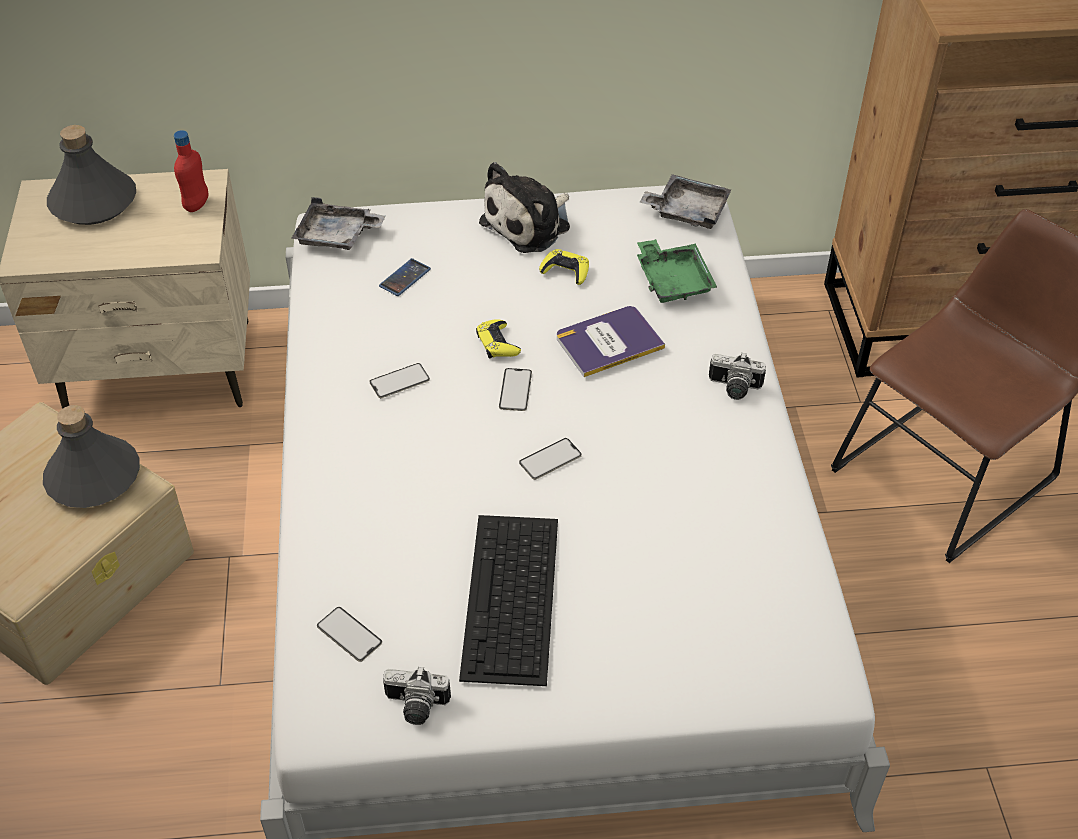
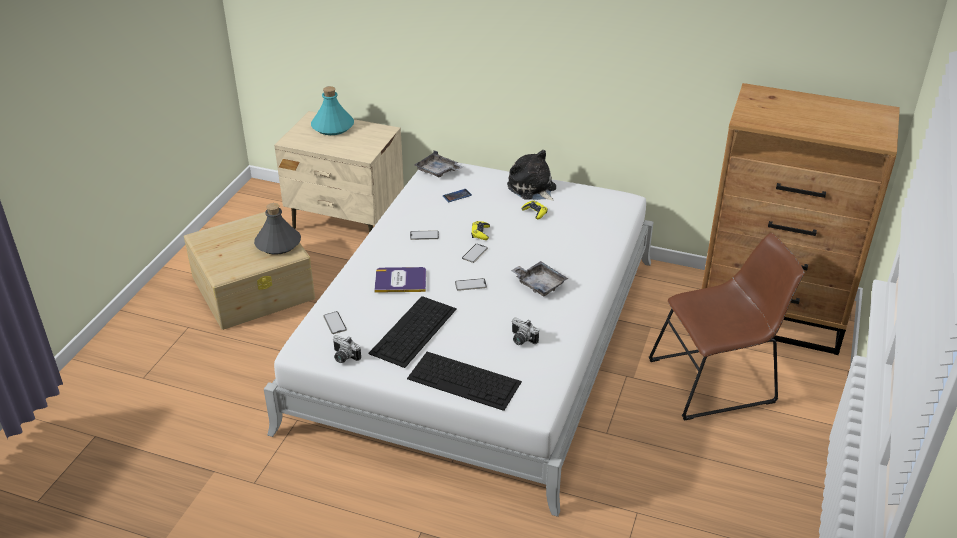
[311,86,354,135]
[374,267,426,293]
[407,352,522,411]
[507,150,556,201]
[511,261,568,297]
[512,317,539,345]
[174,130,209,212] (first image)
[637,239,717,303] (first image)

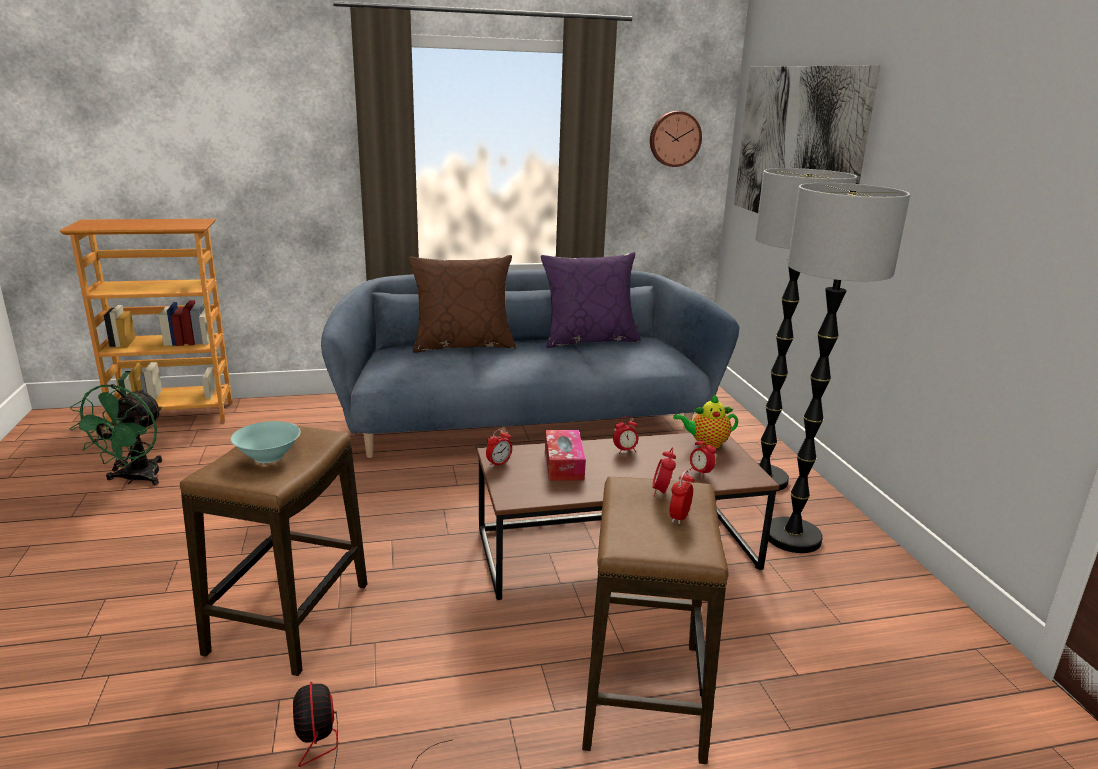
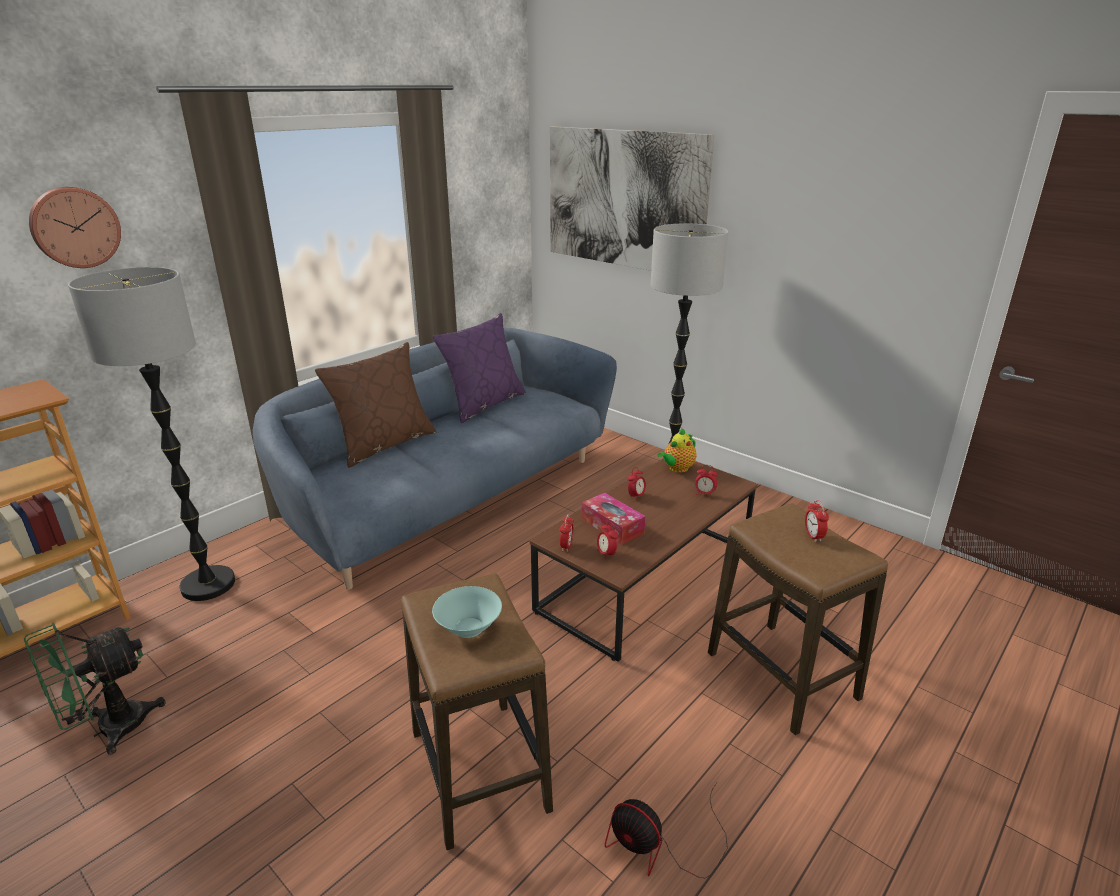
[24,623,166,754]
[29,187,121,268]
[68,267,235,601]
[597,522,618,560]

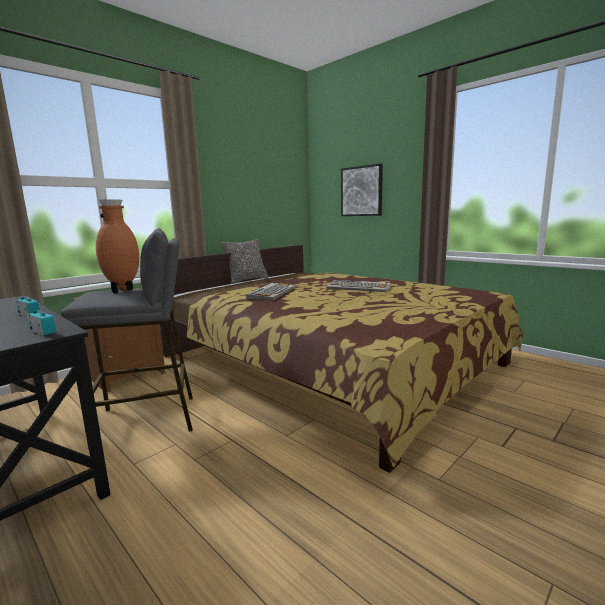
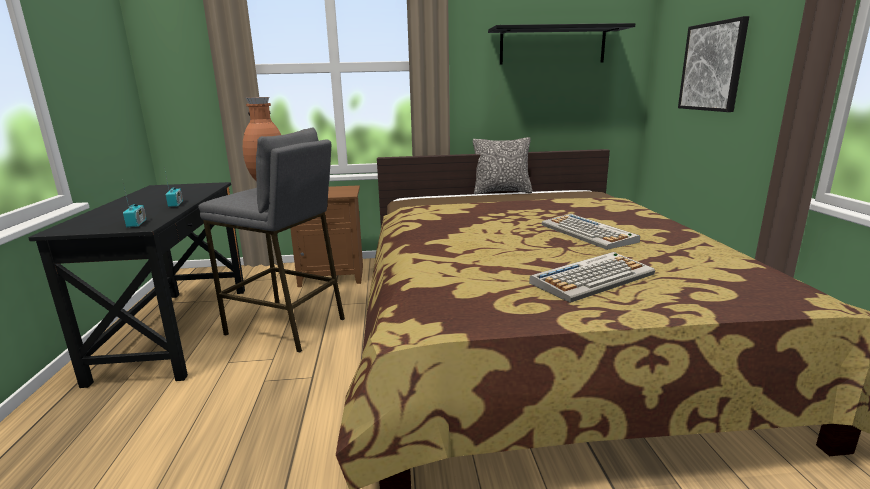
[488,23,636,65]
[529,252,655,303]

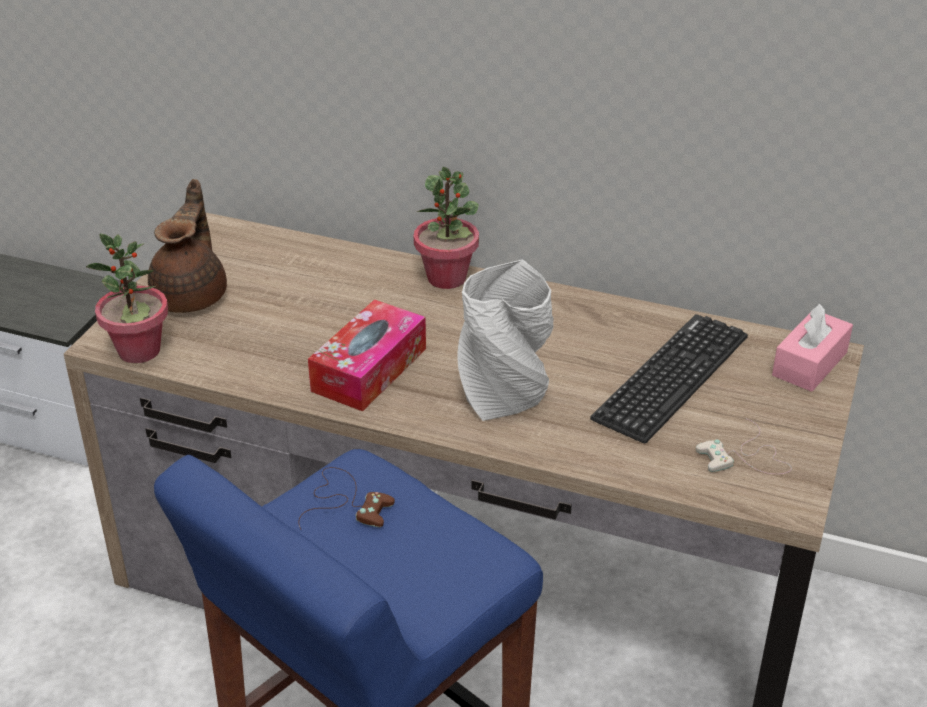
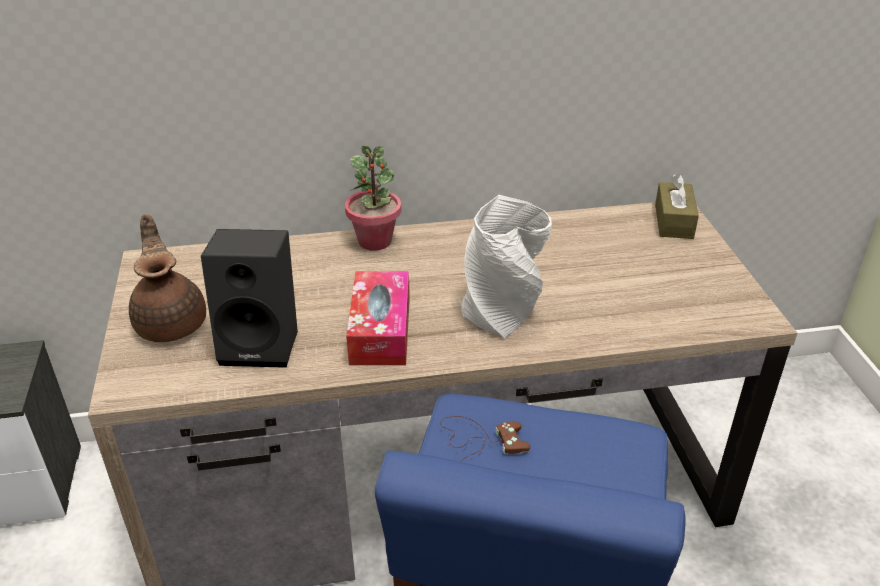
[201,229,298,368]
[655,174,699,239]
[86,233,168,363] (first image)
[590,314,748,443] (first image)
[696,419,792,474] (first image)

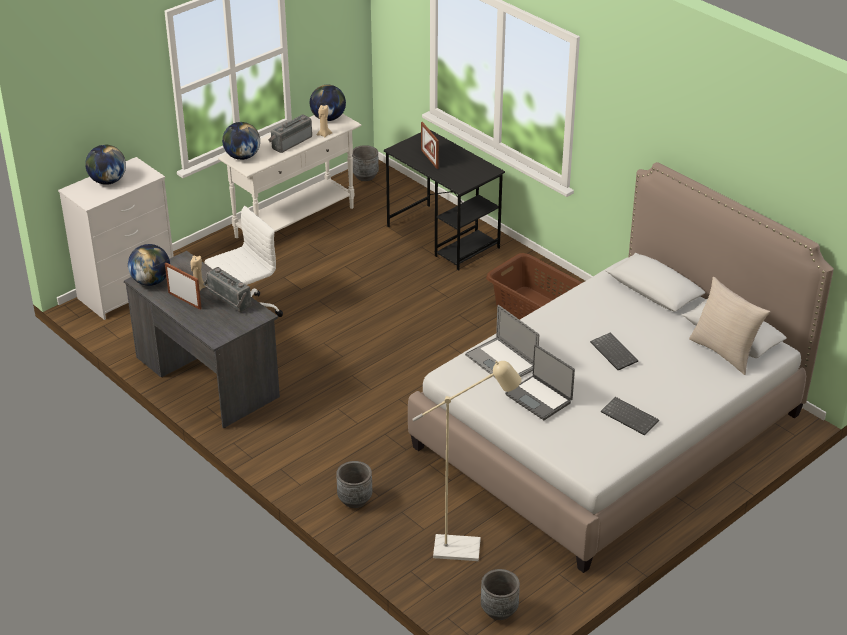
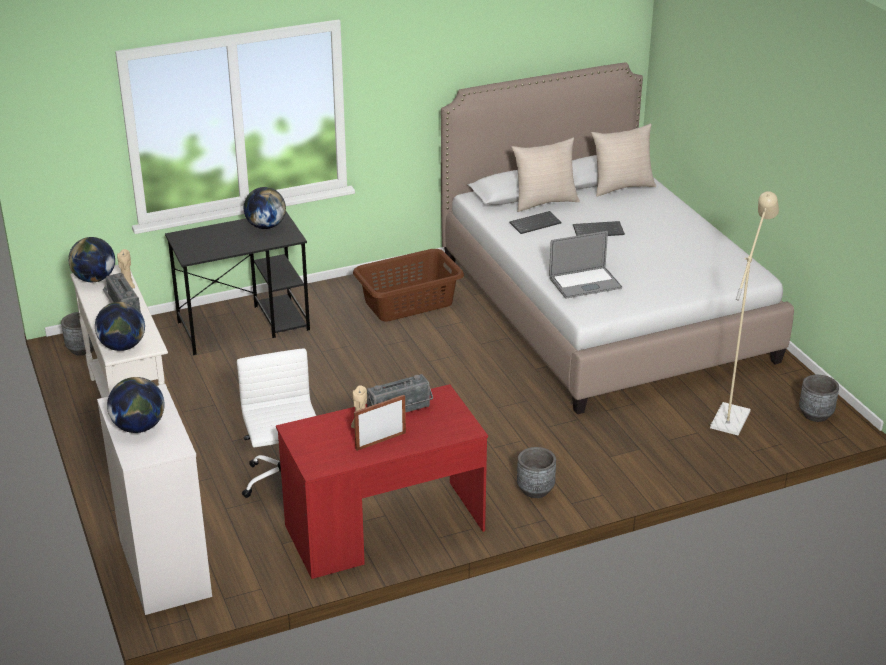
[244,187,286,229]
[276,384,488,579]
[509,211,562,234]
[511,137,580,212]
[517,447,556,498]
[421,122,439,169] (first image)
[505,344,575,420] (first image)

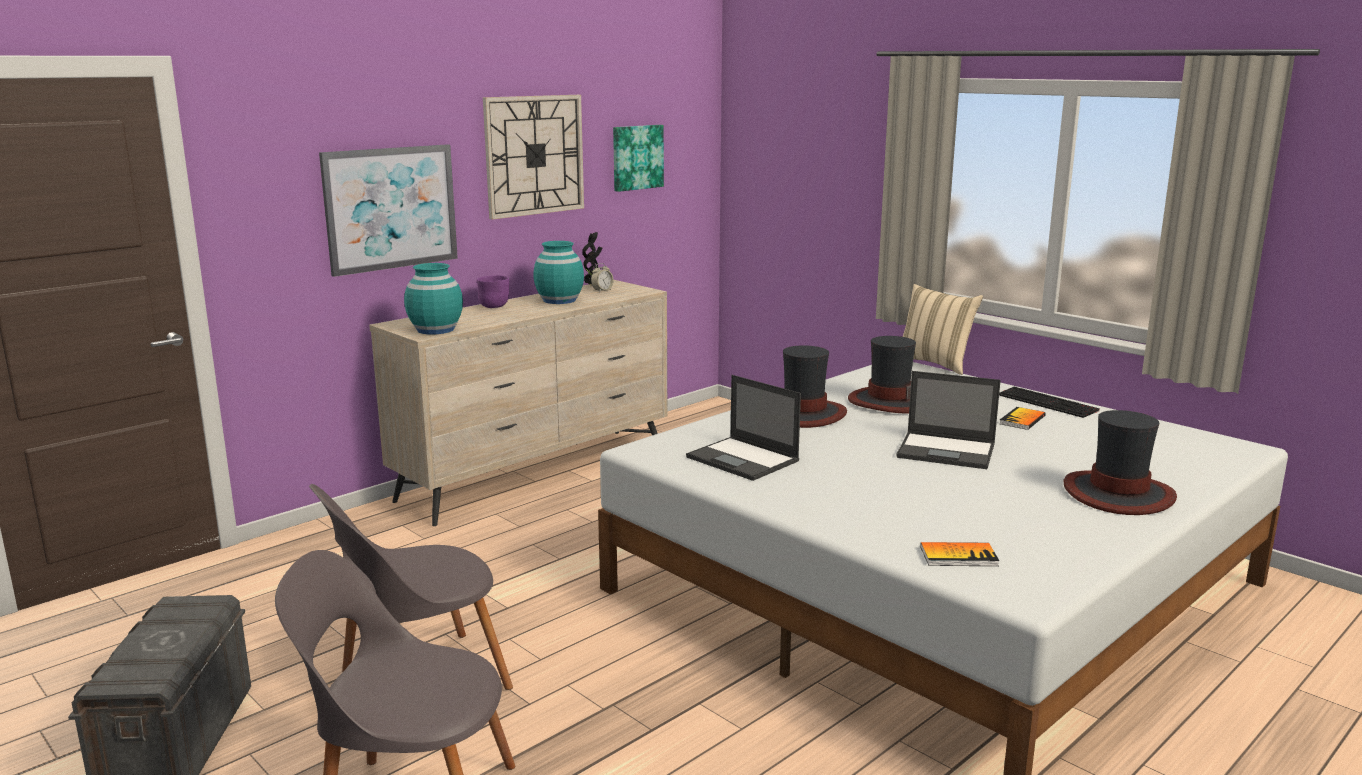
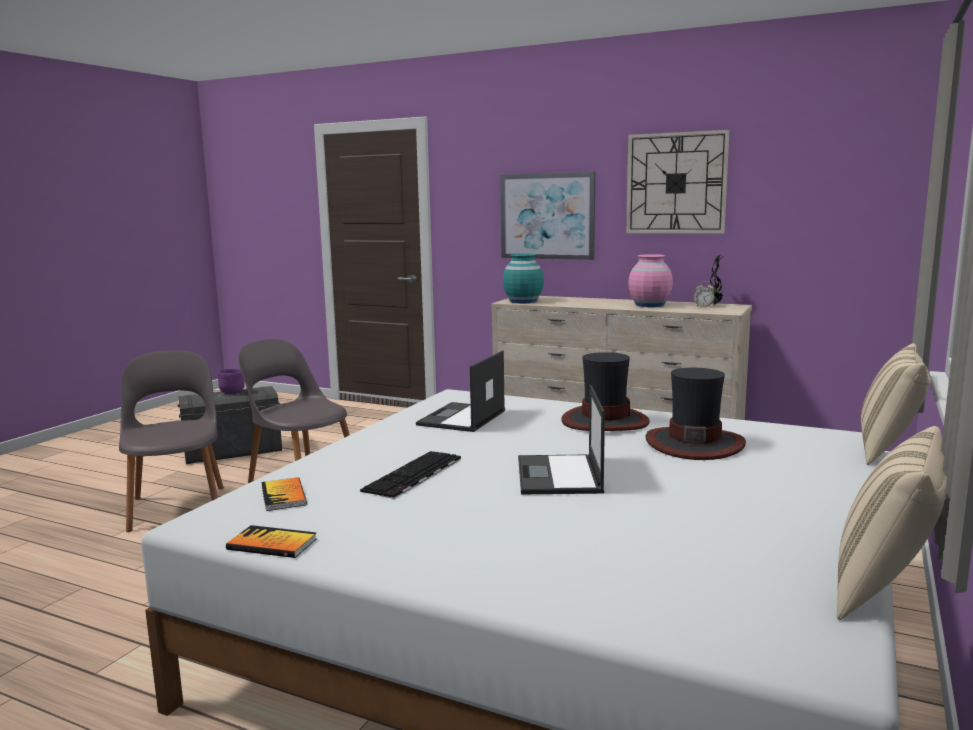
[217,368,245,394]
[226,525,317,558]
[360,451,461,499]
[628,254,673,307]
[837,426,947,620]
[613,125,664,192] (first image)
[1064,410,1177,515] (first image)

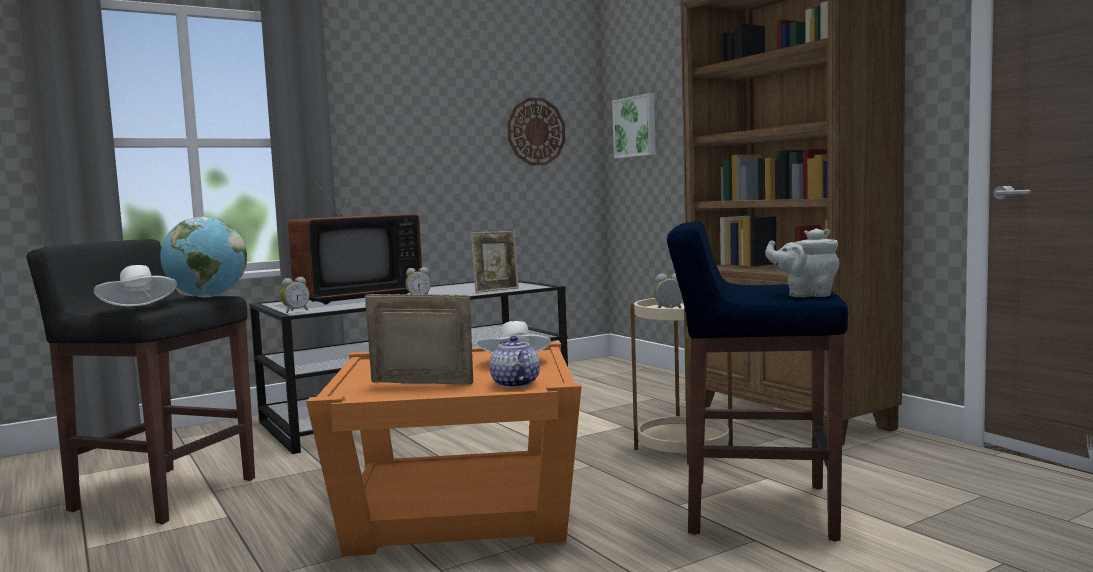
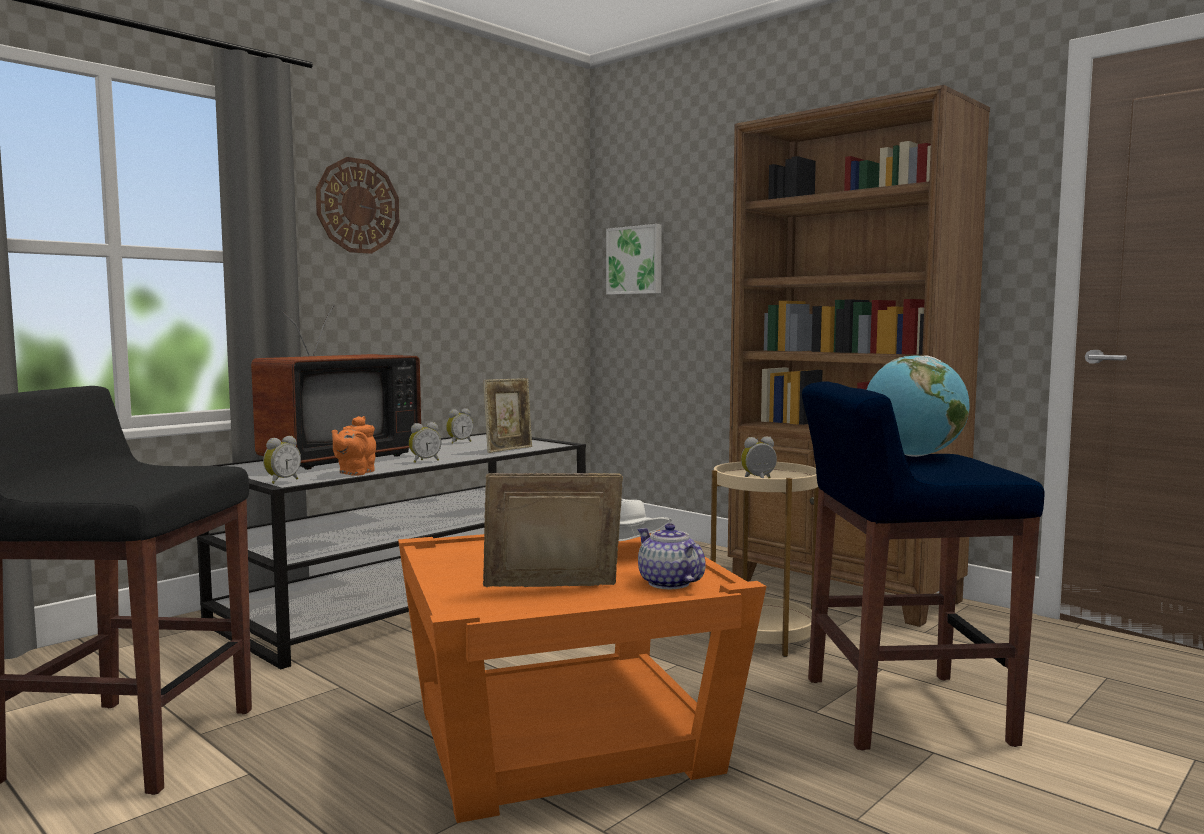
[316,157,399,254]
[332,416,376,476]
[446,408,474,444]
[866,355,970,457]
[94,265,177,306] (first image)
[765,228,840,297] (first image)

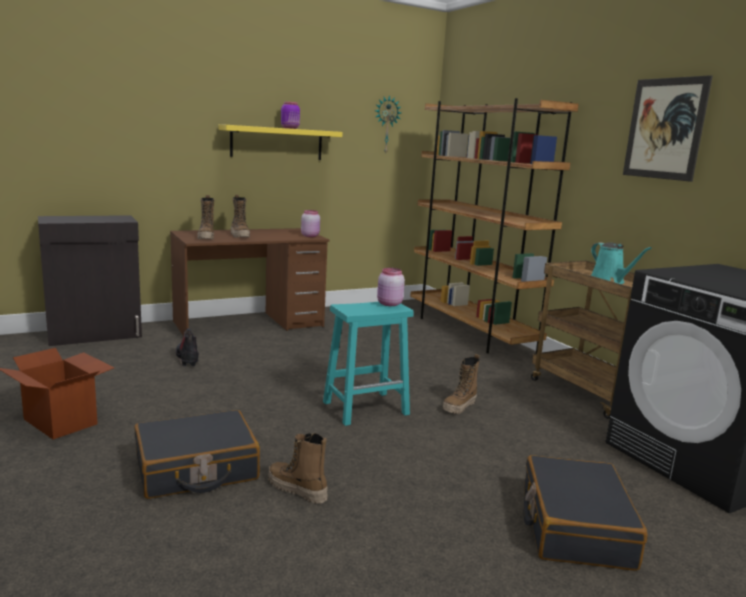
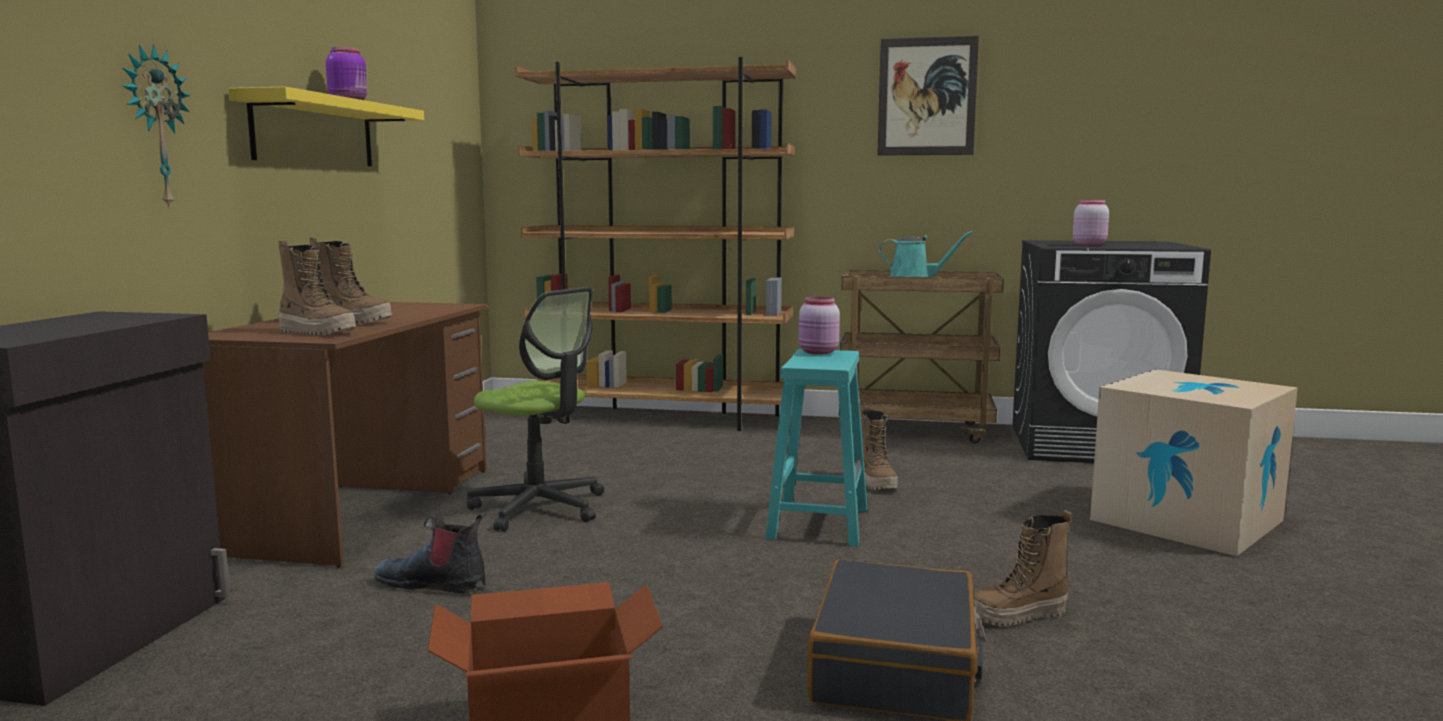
[122,44,191,209]
[467,287,604,531]
[1073,200,1109,246]
[1090,369,1298,556]

